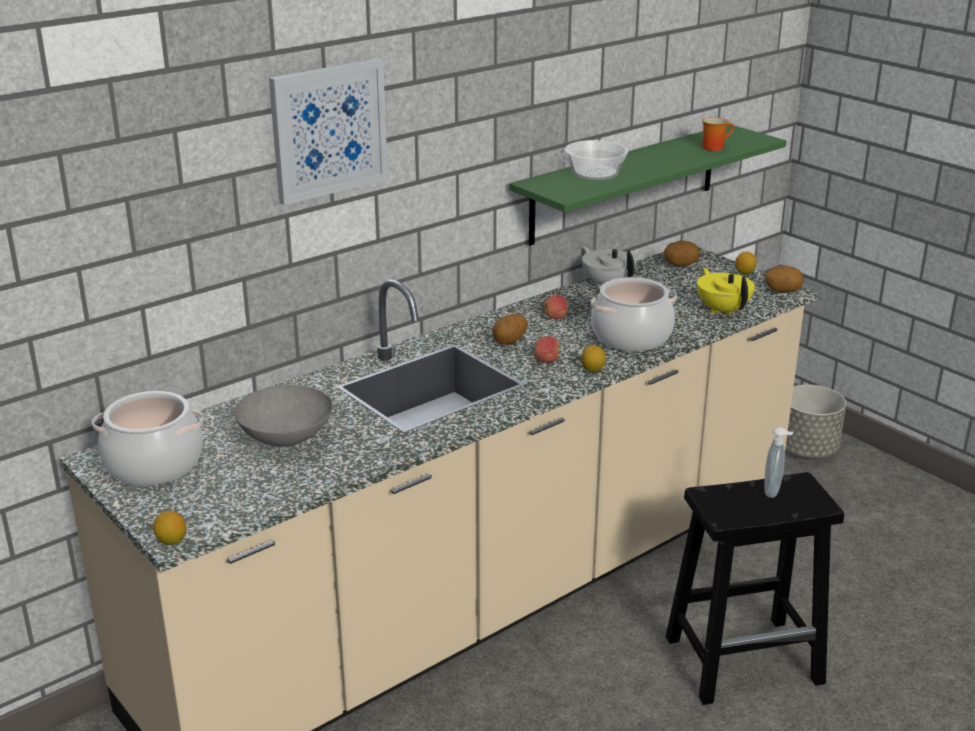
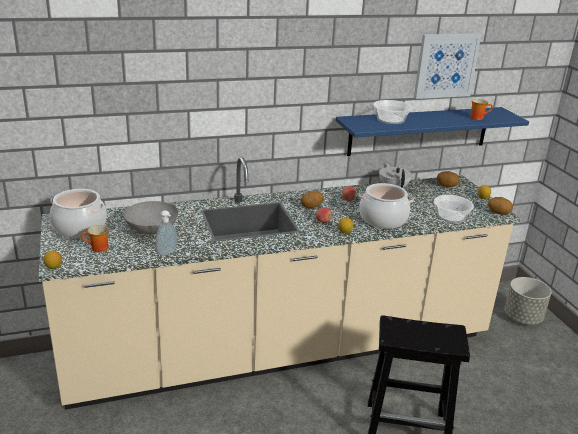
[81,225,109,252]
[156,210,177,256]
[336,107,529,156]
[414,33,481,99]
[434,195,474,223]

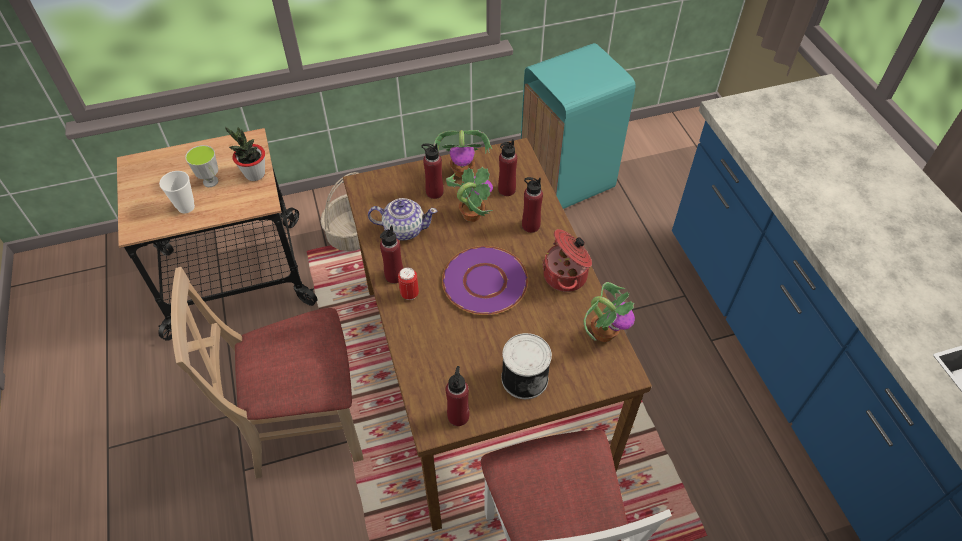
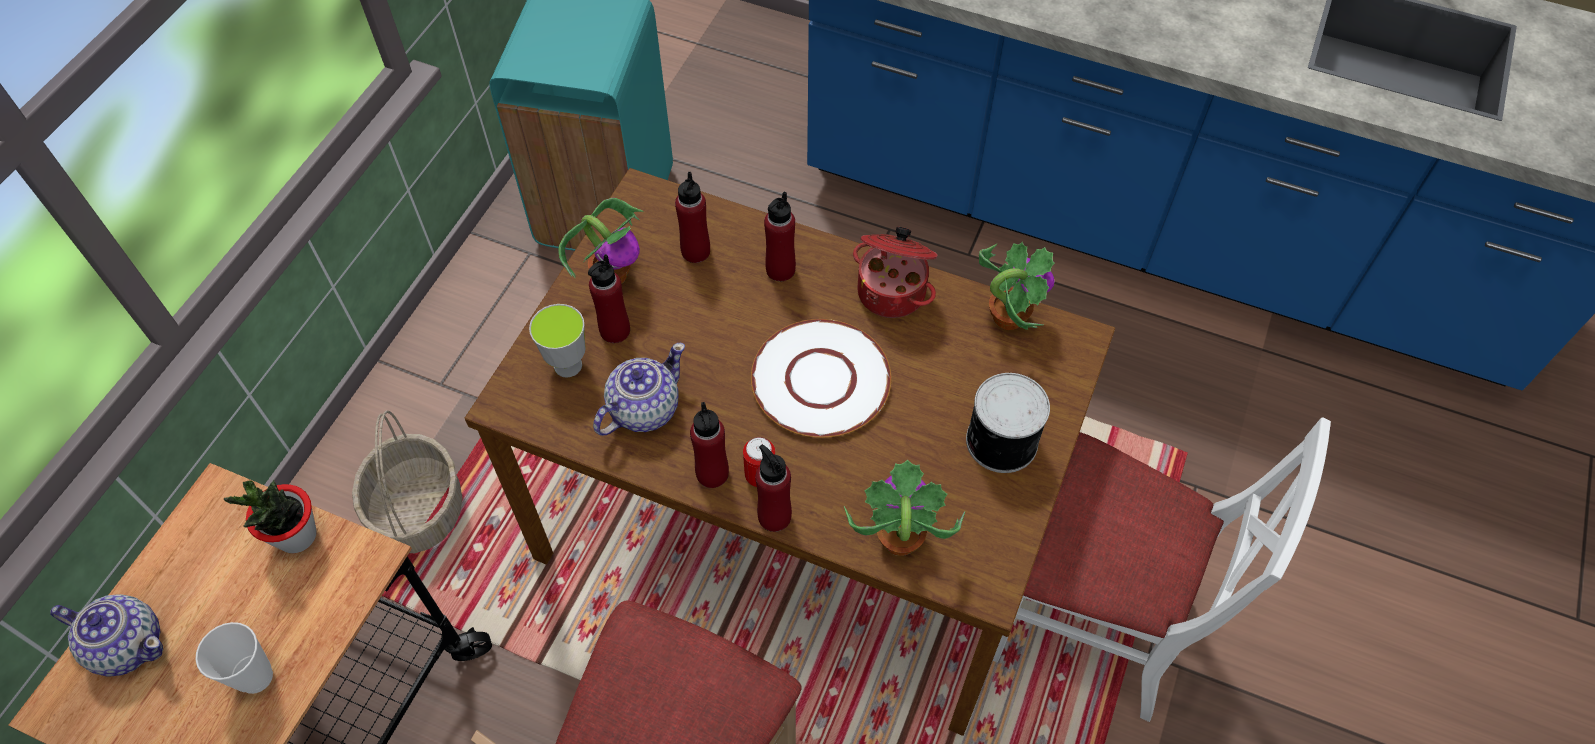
[50,594,163,676]
[529,304,586,378]
[751,319,891,438]
[755,445,792,532]
[844,460,965,556]

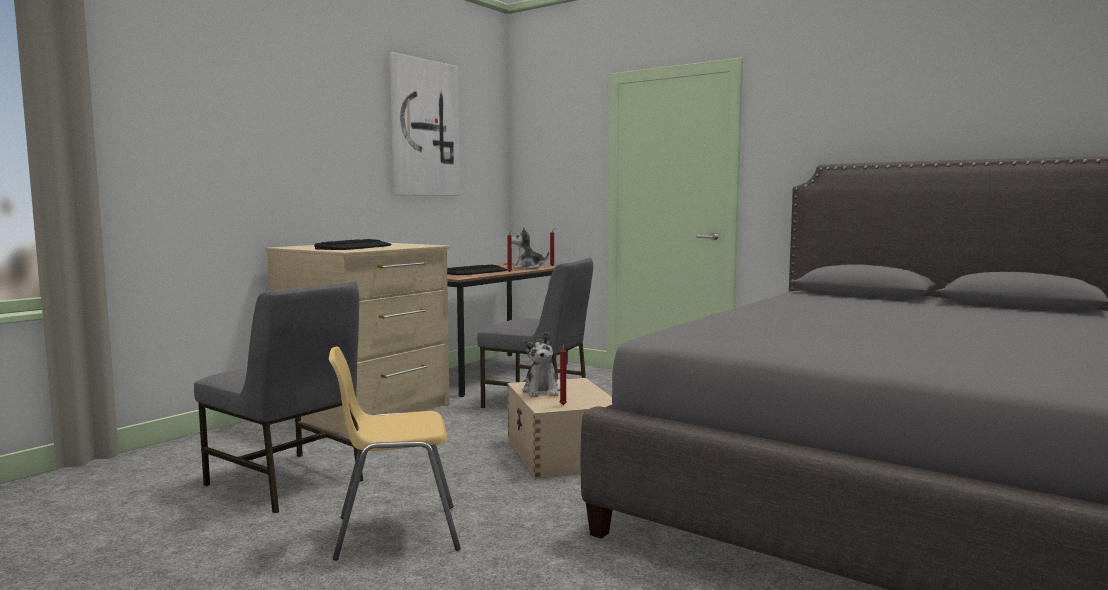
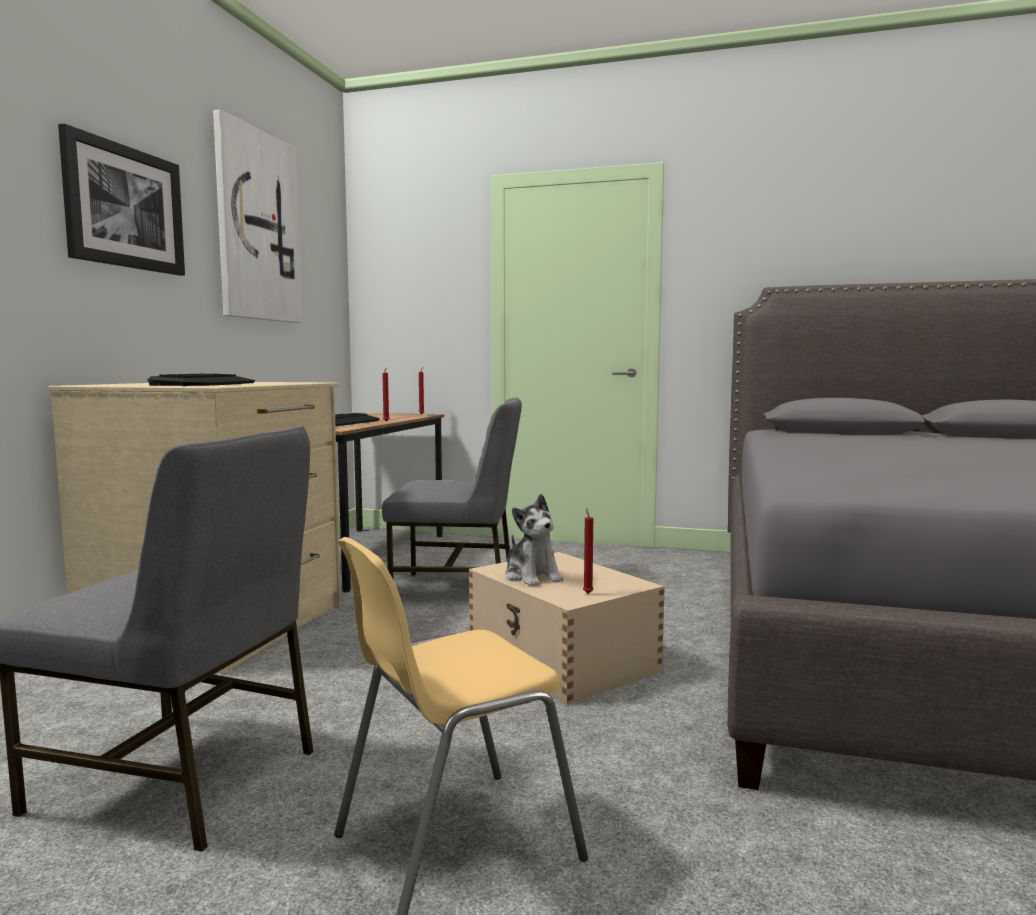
[58,123,185,276]
[512,227,549,269] (first image)

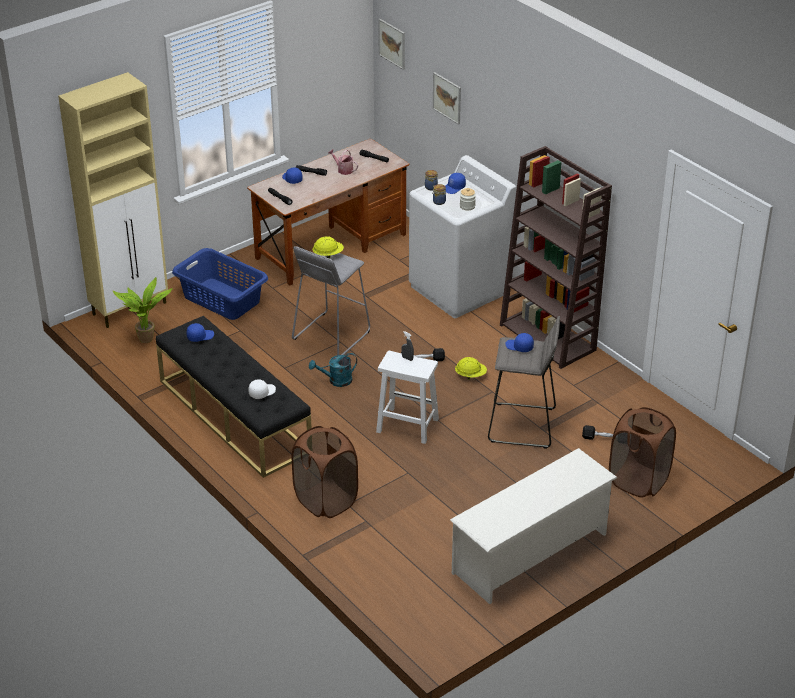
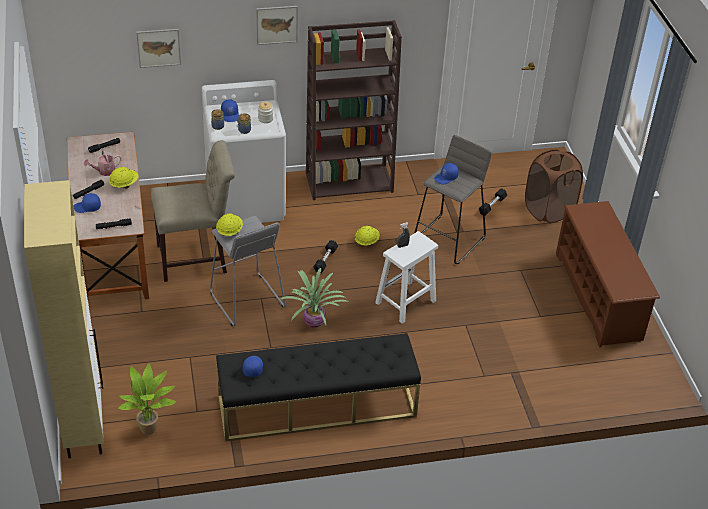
[109,167,138,189]
[151,140,235,282]
[256,6,298,45]
[279,268,349,328]
[556,201,660,348]
[172,248,268,320] (first image)
[248,379,276,399] (first image)
[292,426,358,518] (first image)

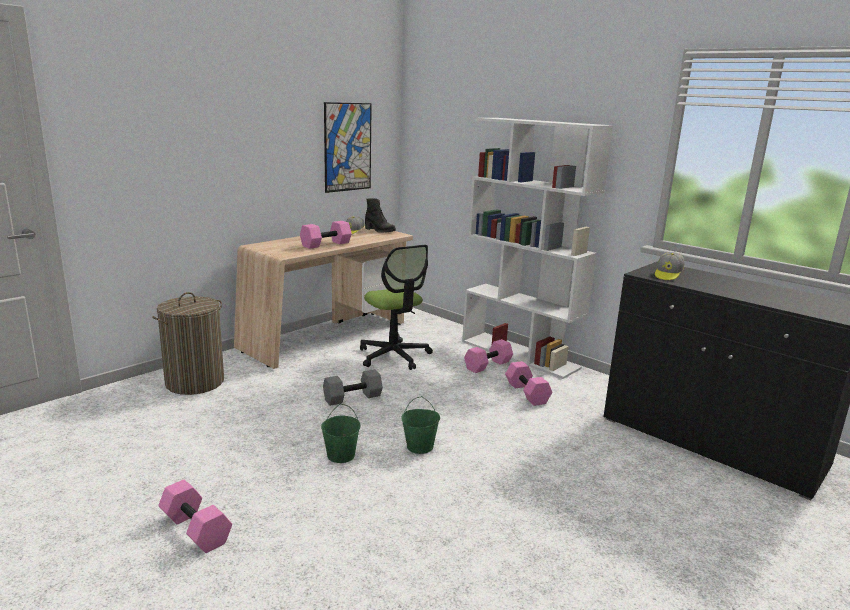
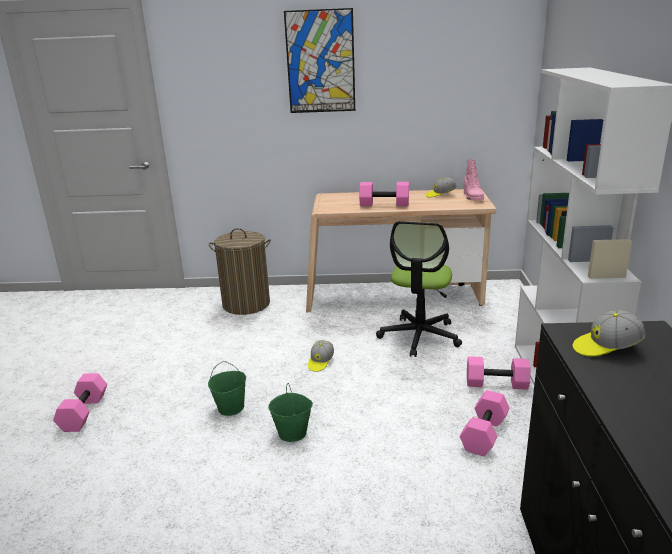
[284,8,355,113]
[308,340,334,372]
[464,159,484,200]

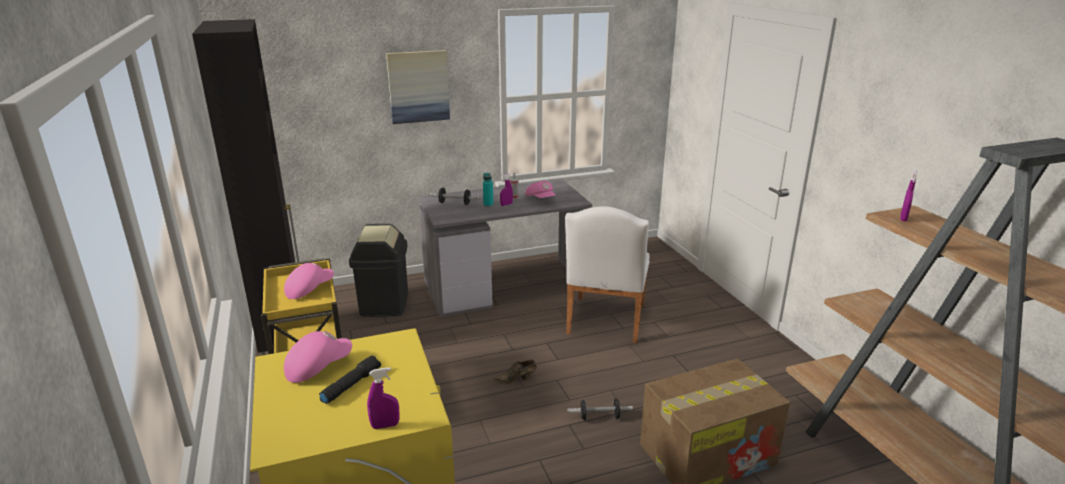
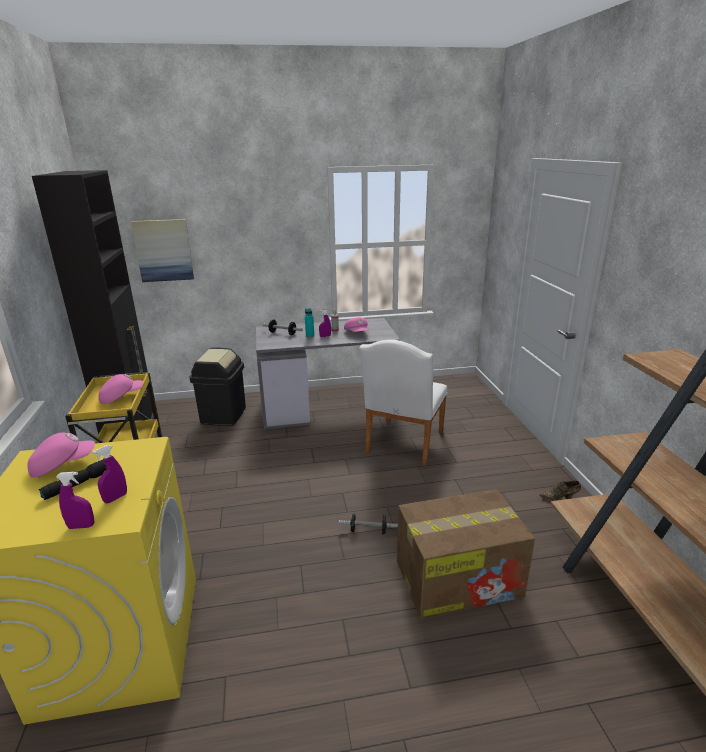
[92,445,127,503]
[131,219,194,282]
[540,481,581,501]

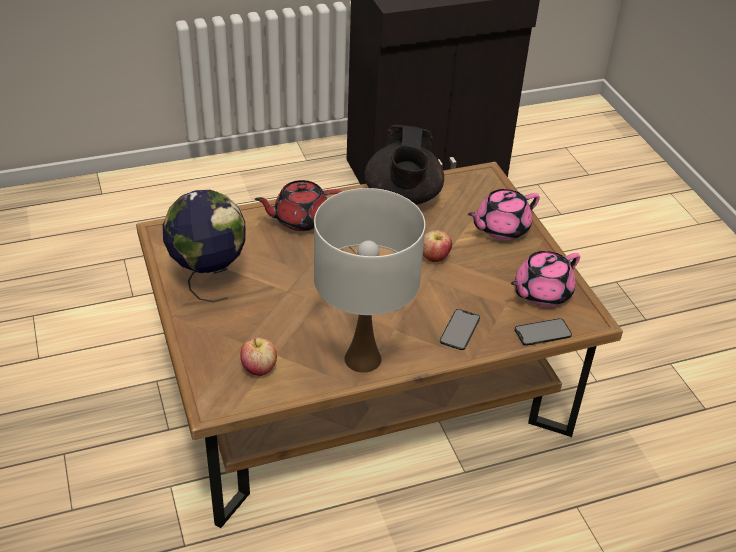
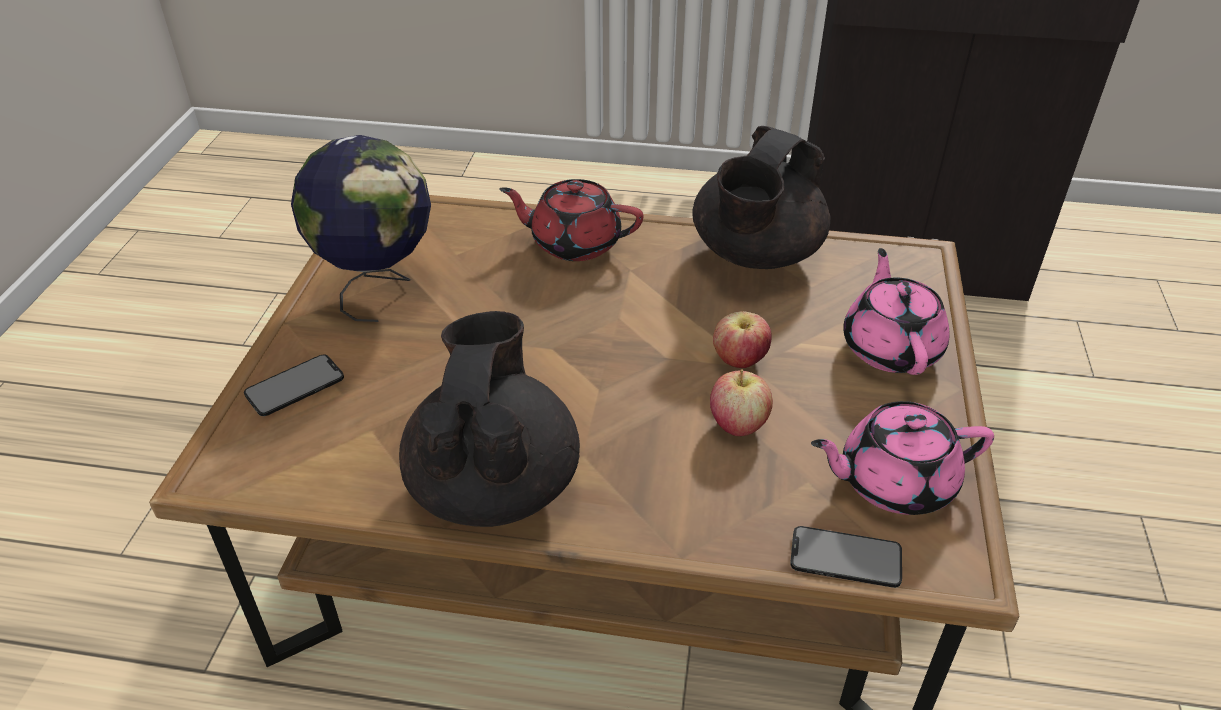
[244,354,344,416]
[399,311,580,527]
[710,370,773,436]
[843,248,950,375]

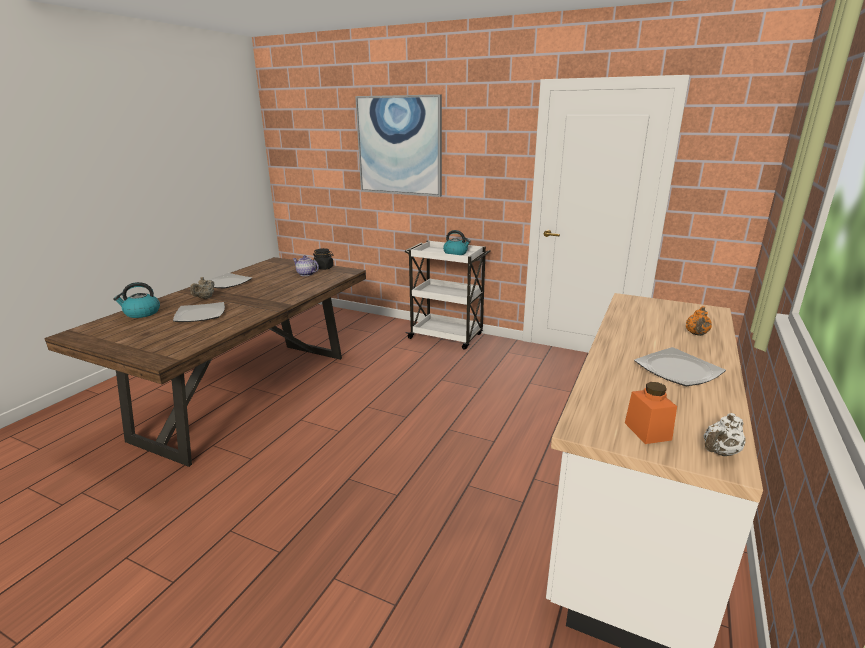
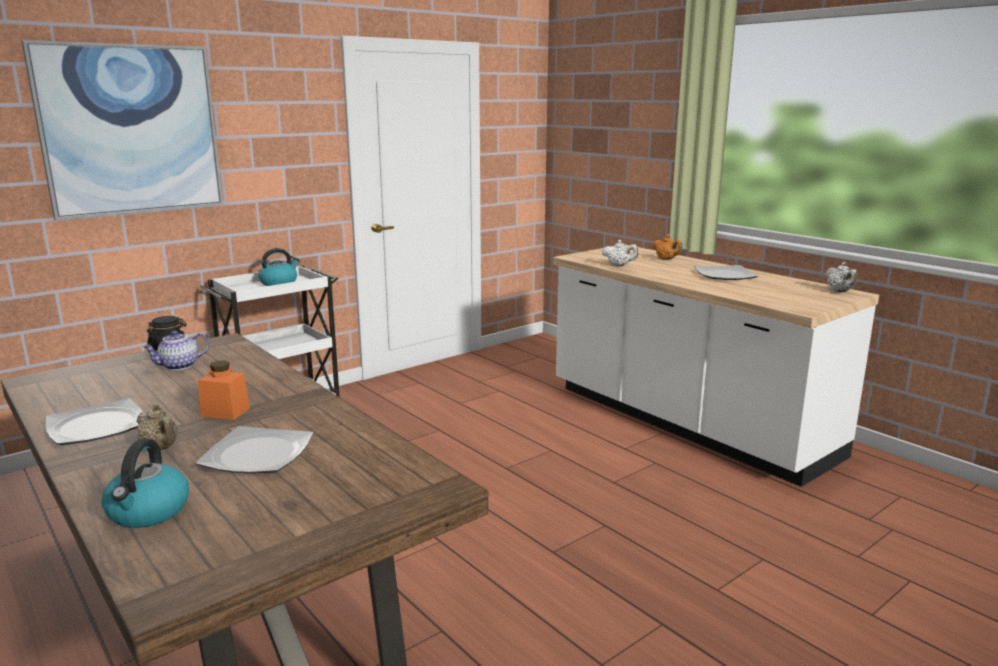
[198,360,250,420]
[602,240,638,266]

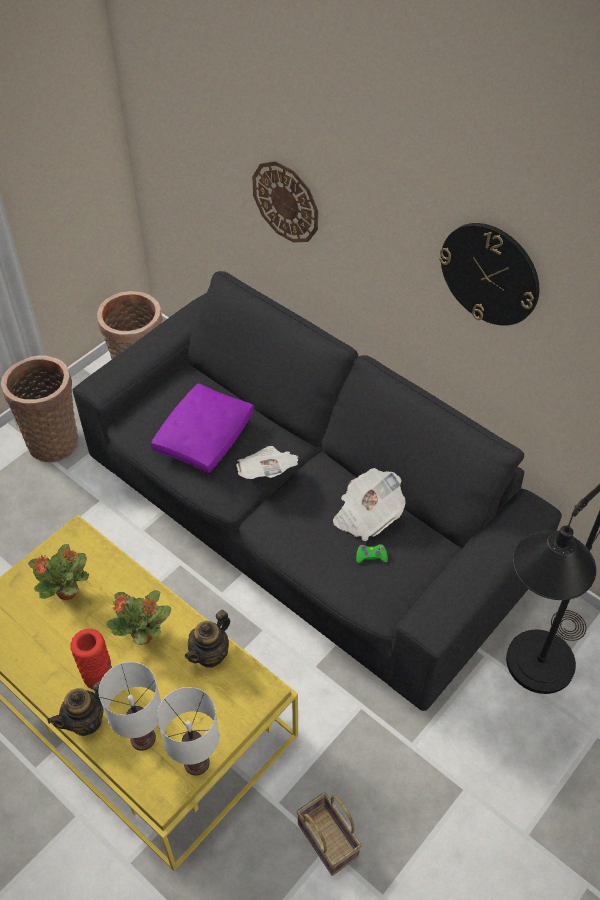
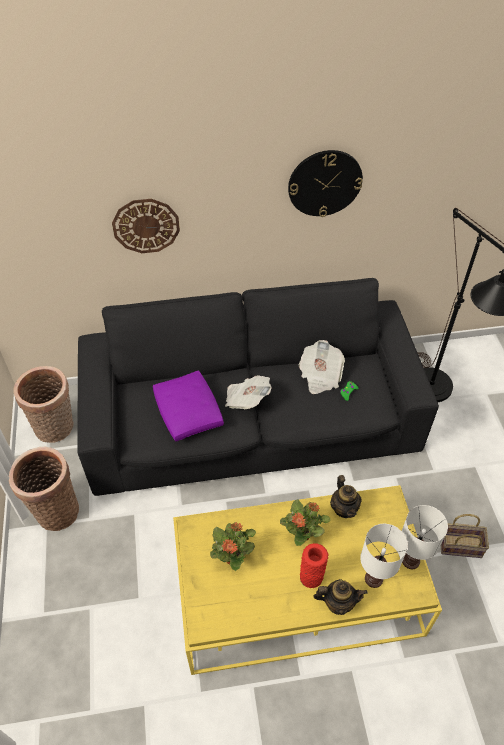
[314,579,368,615]

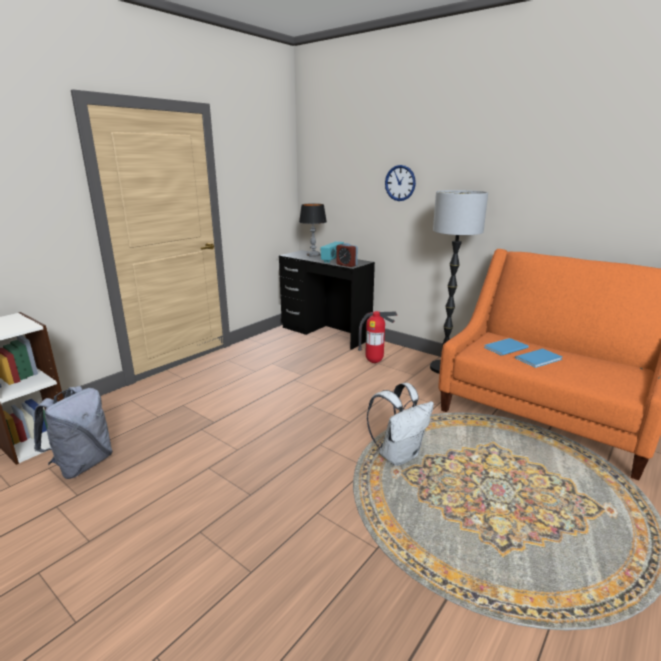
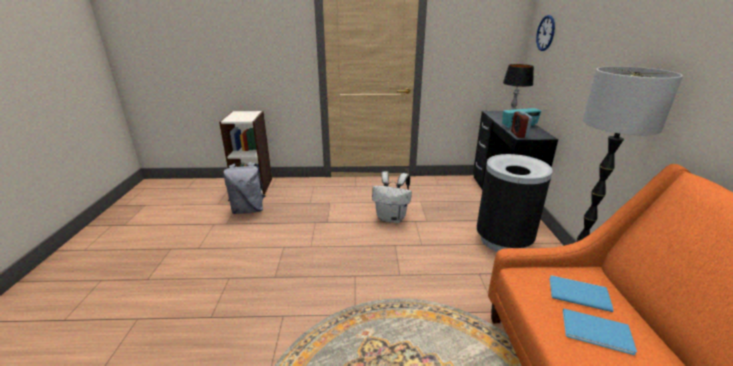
[372,171,412,223]
[476,154,553,252]
[536,15,555,51]

